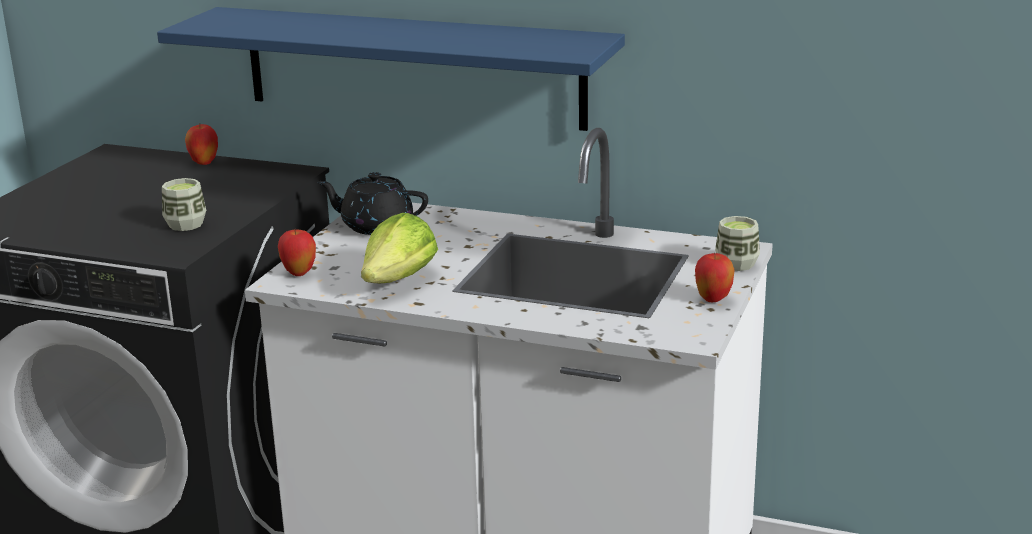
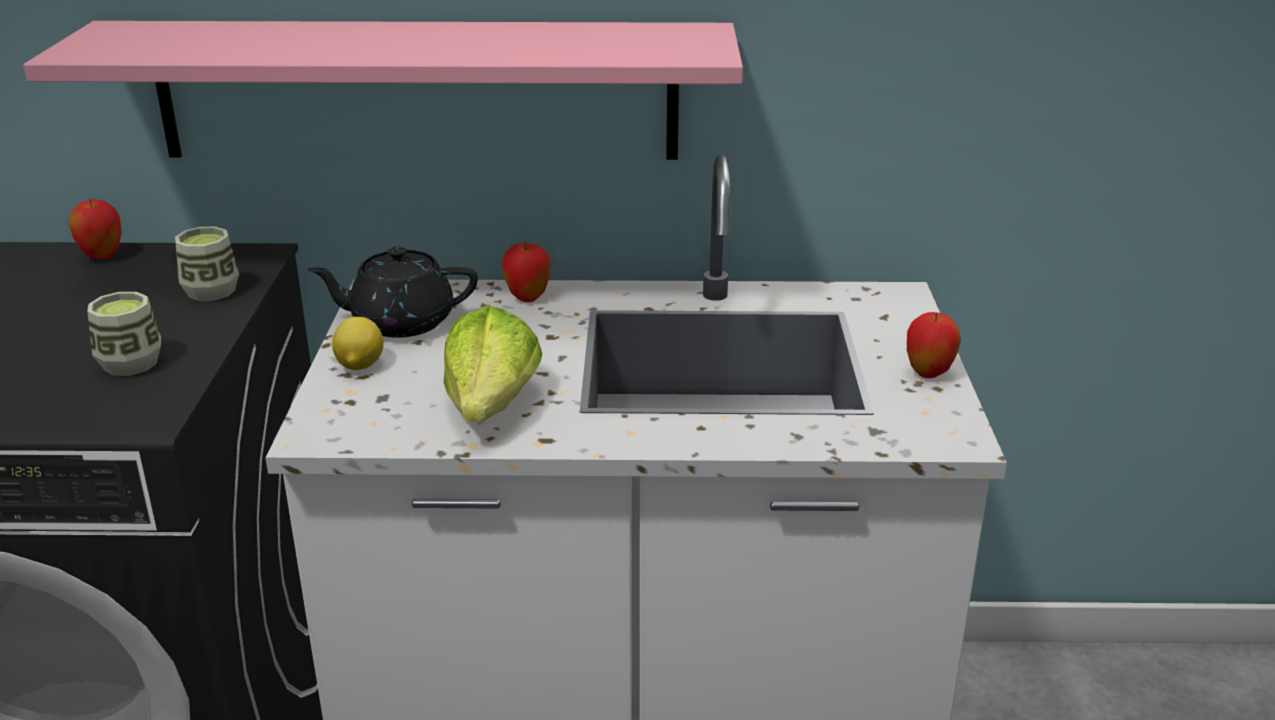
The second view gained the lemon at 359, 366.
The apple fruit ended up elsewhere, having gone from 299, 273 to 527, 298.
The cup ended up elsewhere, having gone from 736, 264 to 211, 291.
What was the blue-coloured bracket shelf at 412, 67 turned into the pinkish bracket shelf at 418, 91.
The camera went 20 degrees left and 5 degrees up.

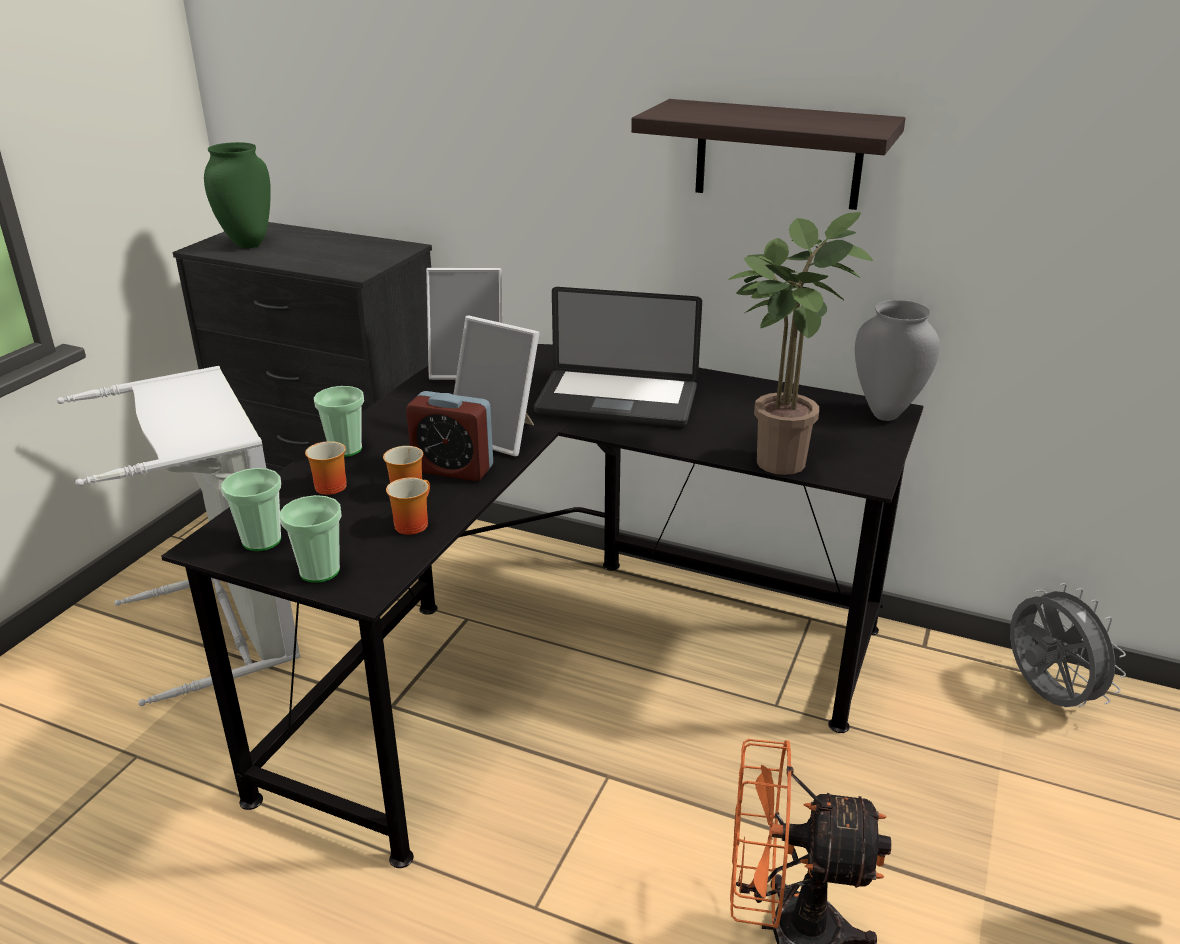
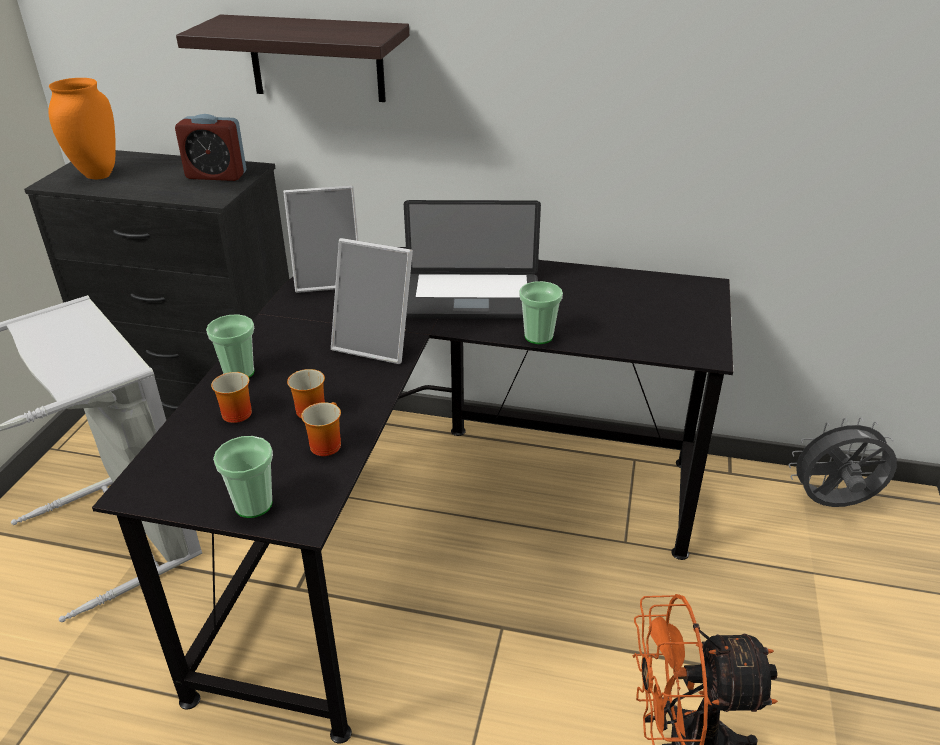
The second view lost the plant in a pot at 778, 458.
The second view lost the gray flower vase at 885, 414.
The cup ended up elsewhere, having gone from 262, 540 to 538, 336.
The table clock ended up elsewhere, having gone from 453, 469 to 216, 175.
The bracket shelf ended up elsewhere, having gone from 778, 154 to 316, 59.
What was the greenish flower vase at 247, 244 turned into the orangey flower vase at 97, 175.
The gray fan at 1045, 696 ended up facing another way, 60 degrees counterclockwise from before.
The camera went 10 degrees left and 5 degrees up.

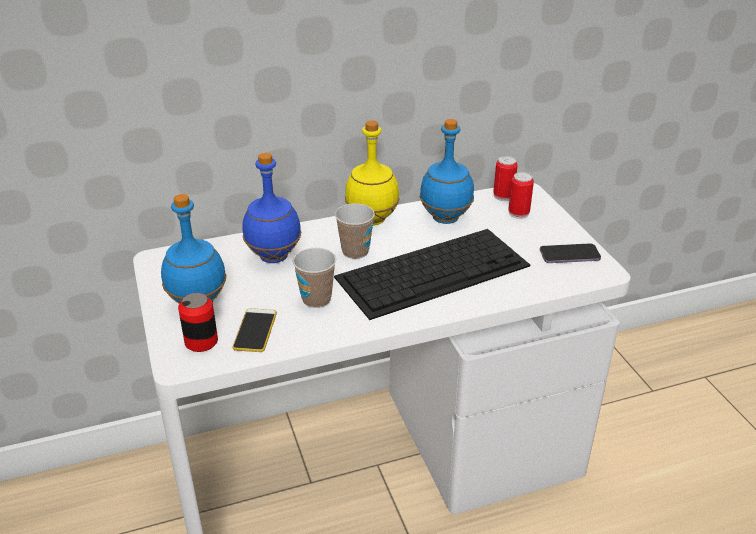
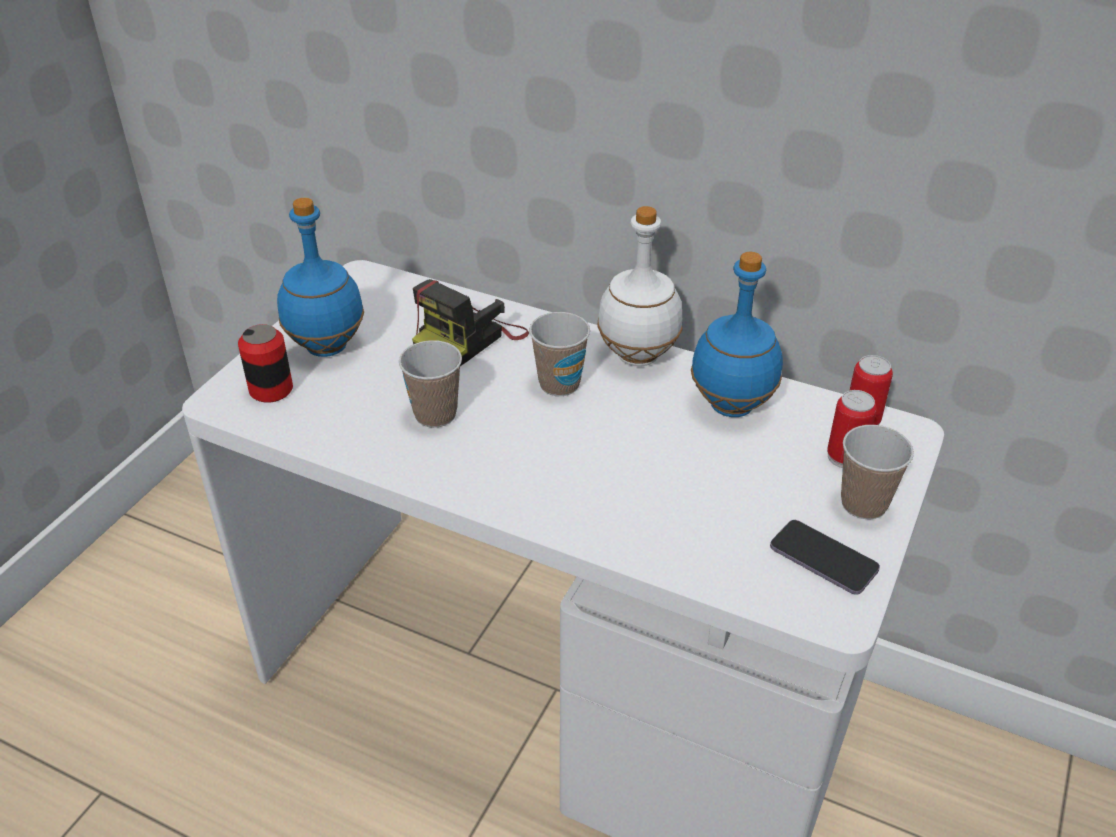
The second view lost the handset at 255, 330.
The second view lost the keyboard at 434, 270.
The second view gained the cup at 863, 504.
Where the blue-coloured beverage bottle stood at 274, 256, the photo camera came to stand at 469, 339.
What was the yellowish beverage bottle at 373, 220 turned into the whitish beverage bottle at 639, 357.
The camera went 45 degrees right and 5 degrees up.

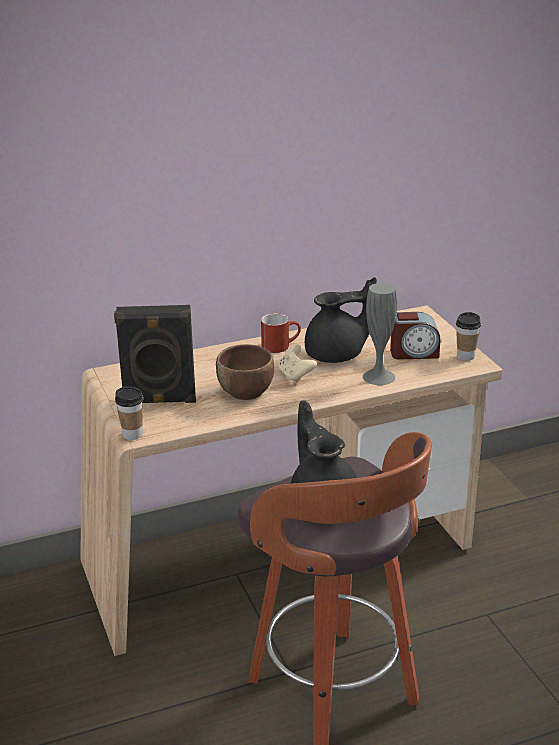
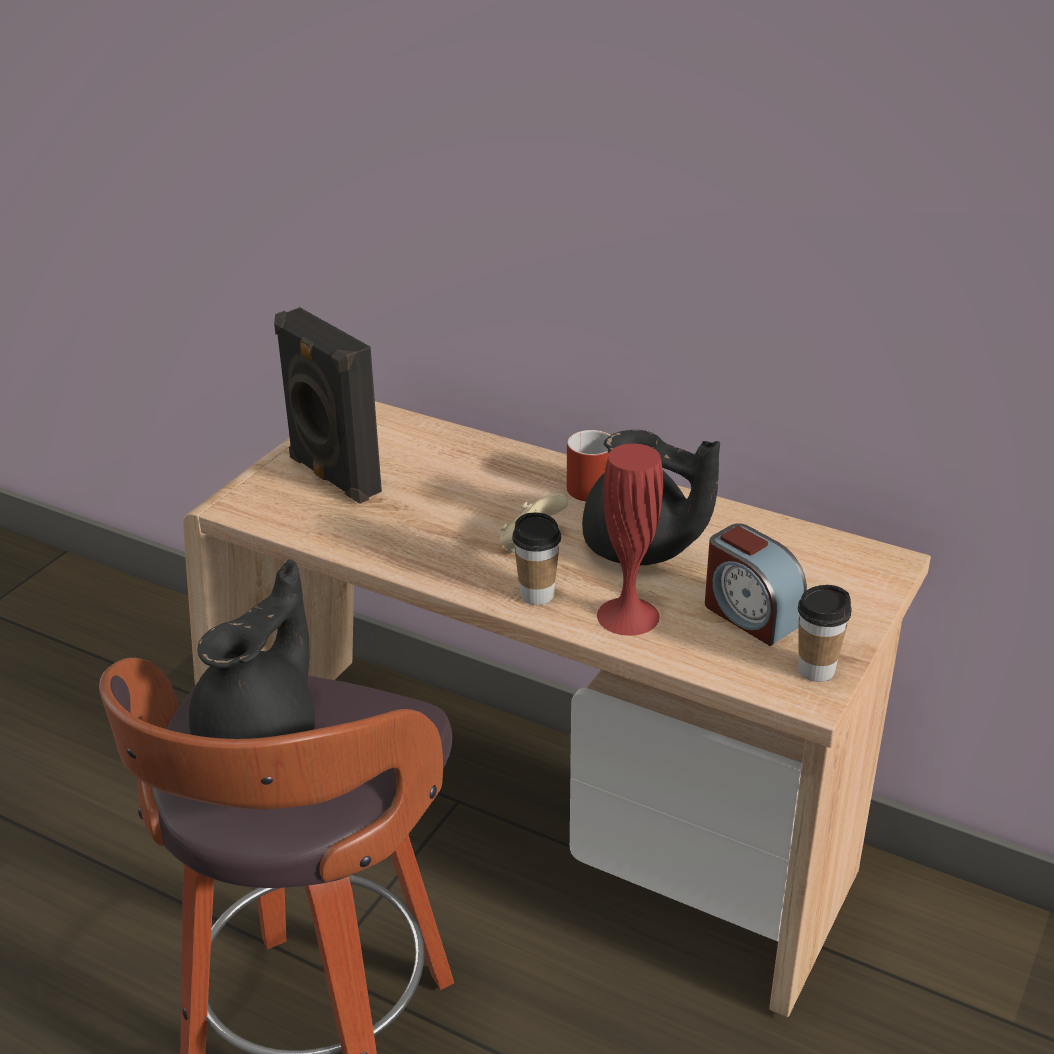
The second view lost the brownish deep dish at 246, 391.
The cup ended up elsewhere, having gone from 132, 434 to 537, 595.
What was the gray flower vase at 378, 377 turned into the reddish flower vase at 628, 616.
The camera went 50 degrees right and 5 degrees up.

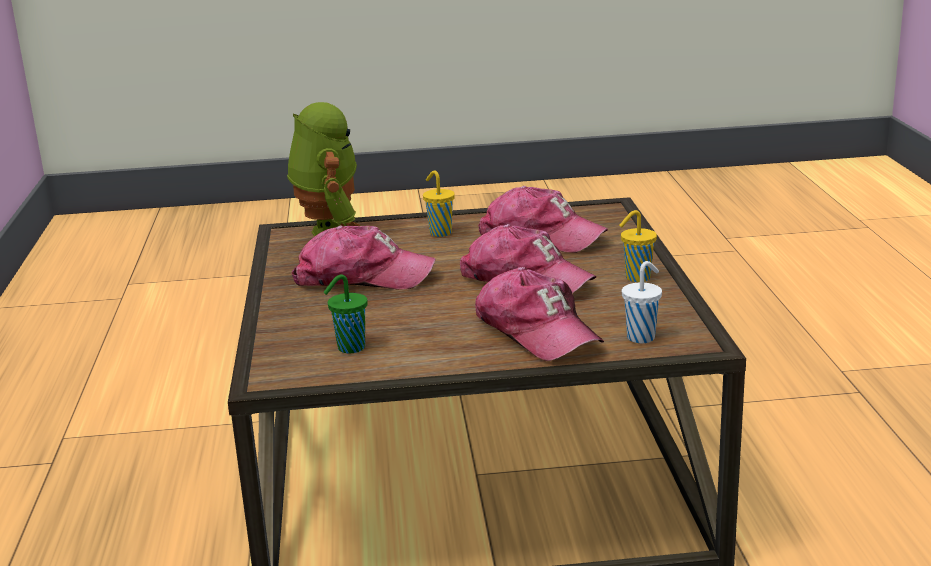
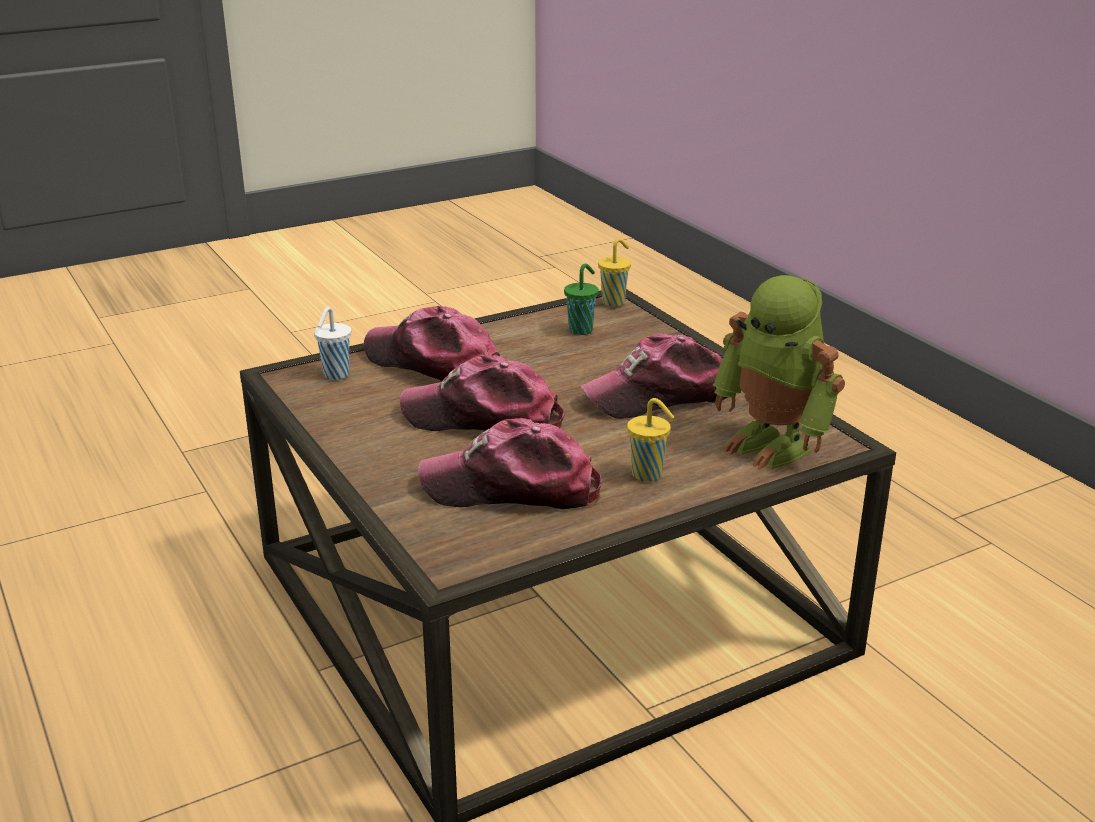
The yellowish cup ended up elsewhere, having gone from 636, 278 to 614, 302.
The camera went 155 degrees right and 5 degrees up.

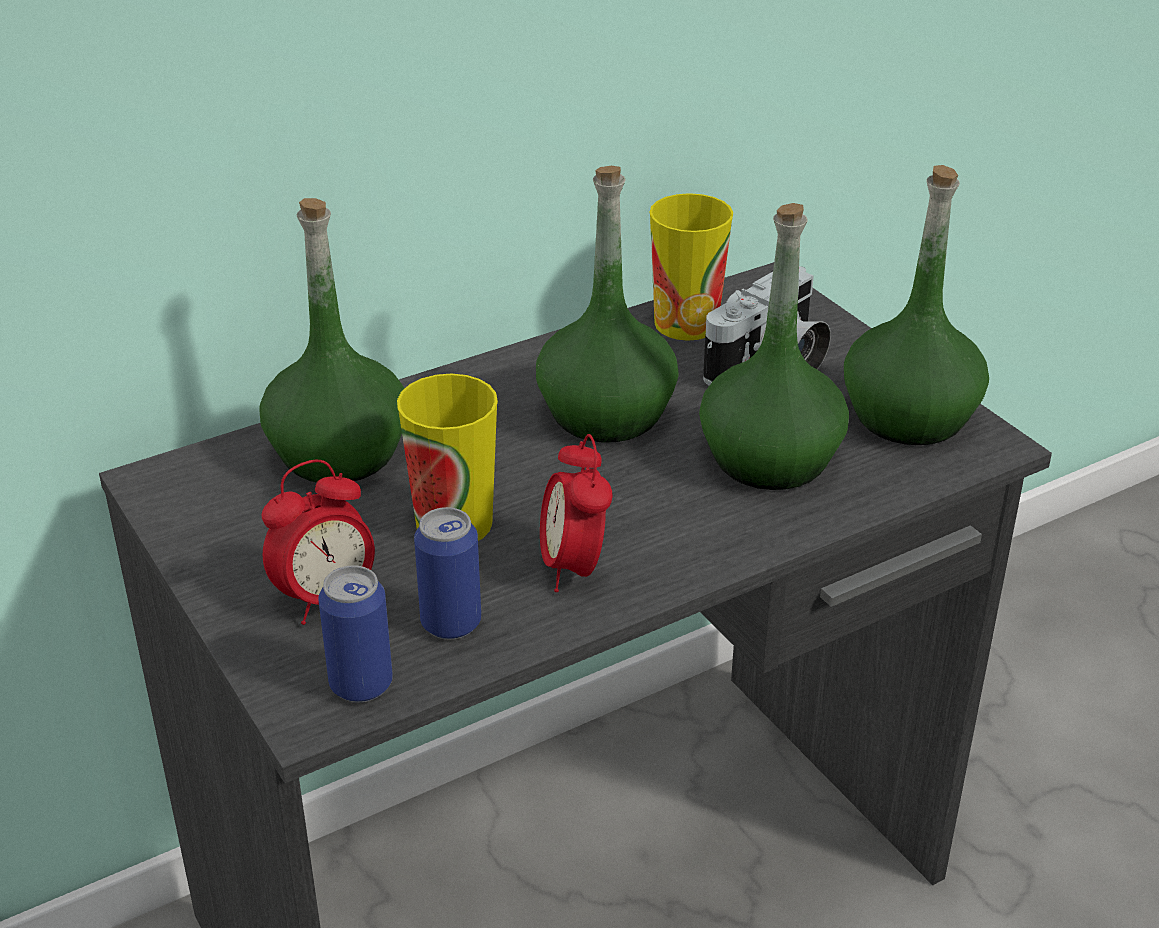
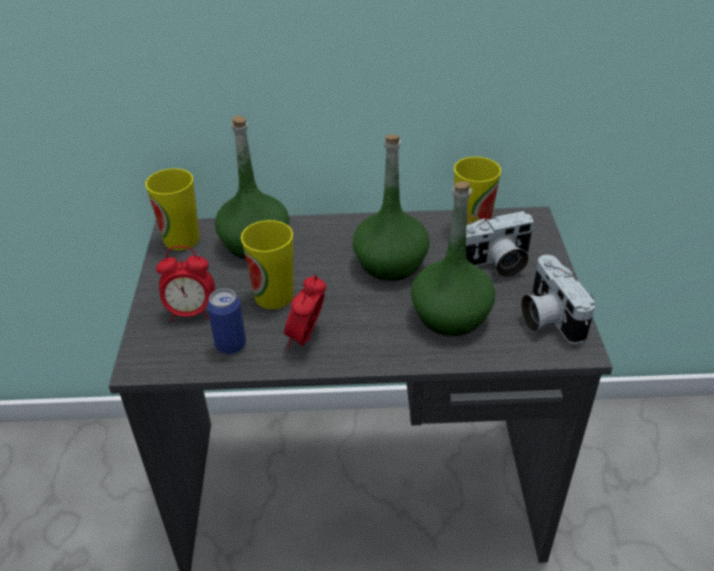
The second view lost the can at 361, 684.
The second view gained the cup at 181, 239.
Where the greenish beverage bottle stood at 910, 416, the photo camera came to stand at 547, 317.
The camera went 30 degrees right and 5 degrees up.

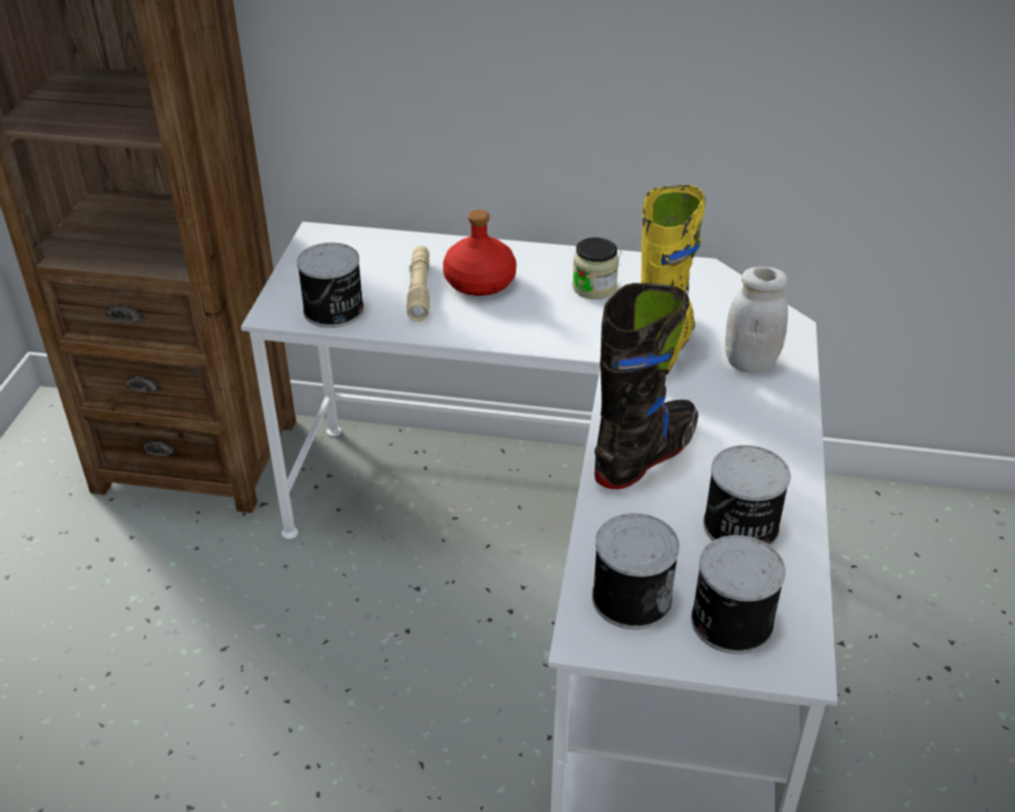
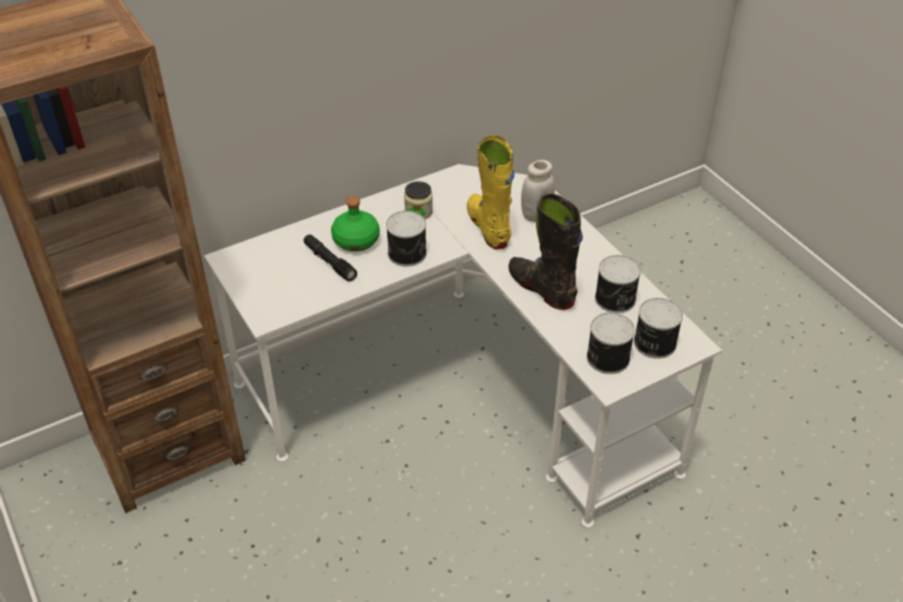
The can ended up elsewhere, having gone from 334, 311 to 408, 253.
What was the sand-coloured flashlight at 419, 290 turned into the black flashlight at 329, 262.
What was the reddish beverage bottle at 480, 283 turned into the greenish beverage bottle at 356, 240.
The black high-top boot at 645, 455 ended up facing another way, 45 degrees counterclockwise from before.
The camera went 40 degrees left and 5 degrees up.

